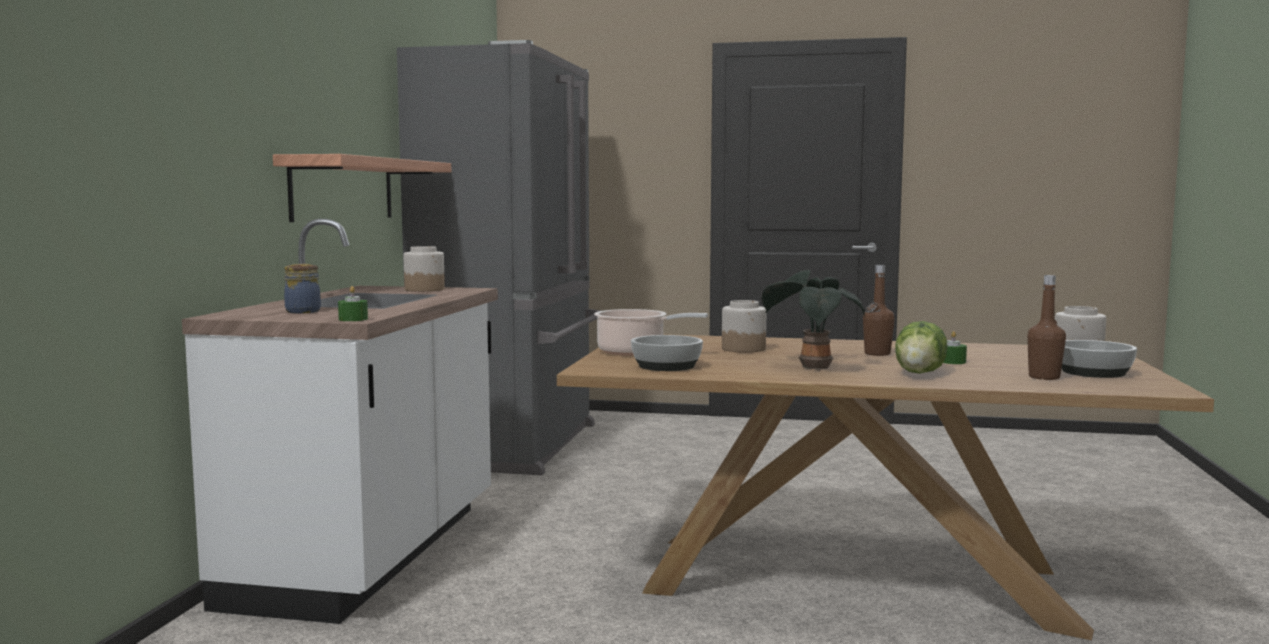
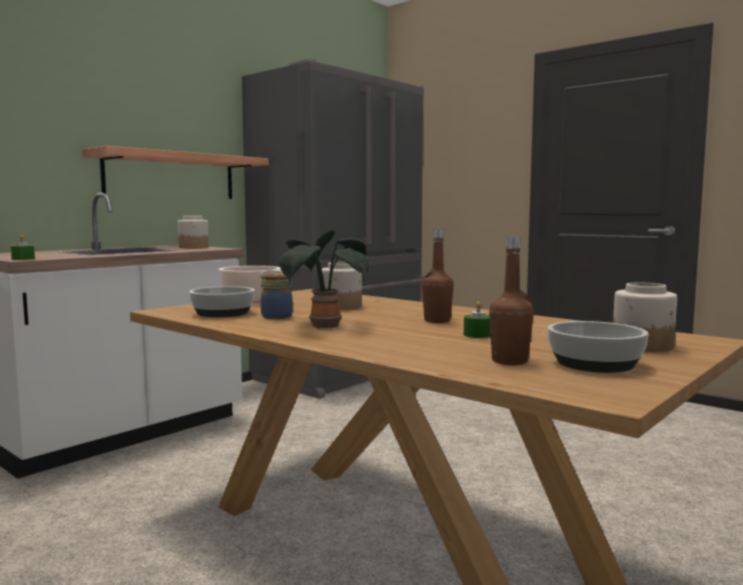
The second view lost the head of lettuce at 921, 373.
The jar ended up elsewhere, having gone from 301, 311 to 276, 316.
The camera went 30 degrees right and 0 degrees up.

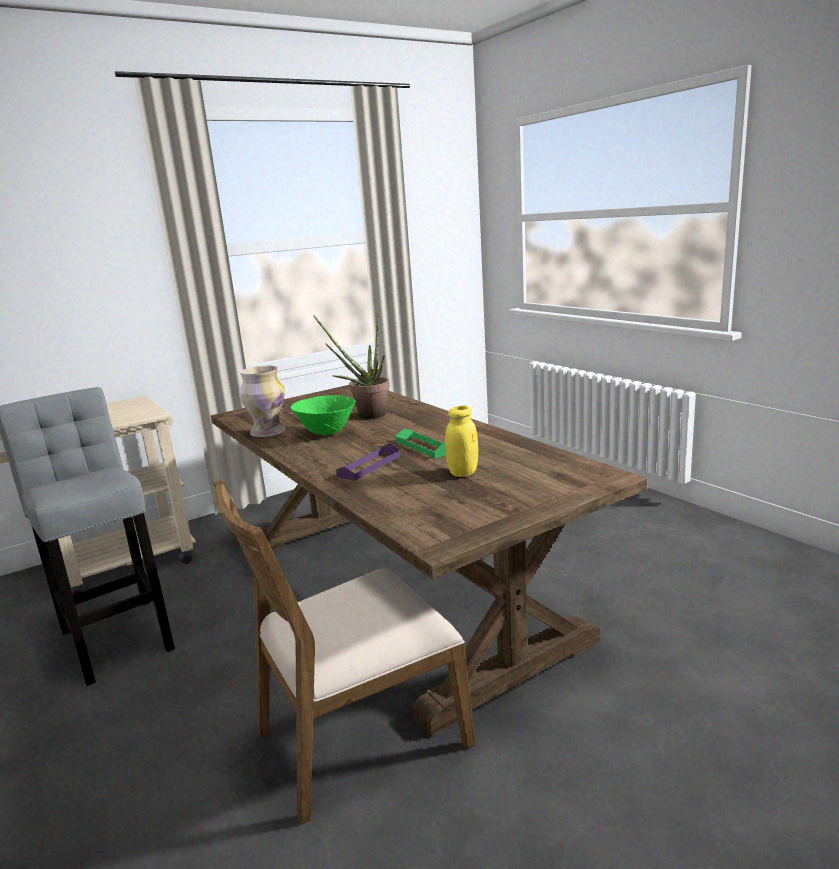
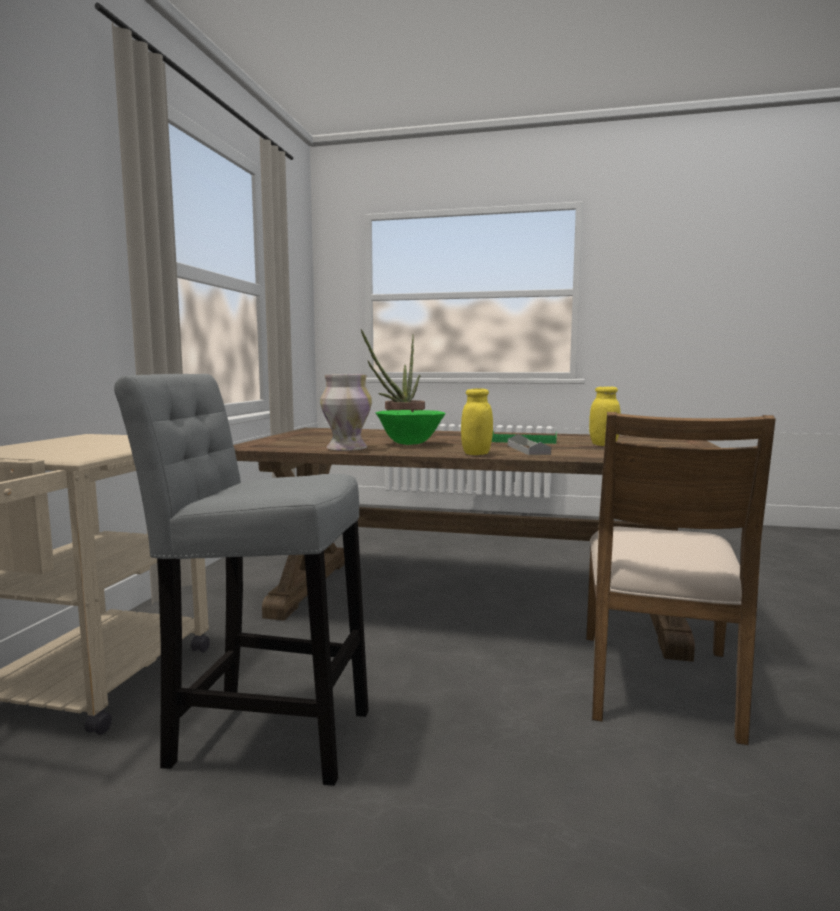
The second view gained the yellowish jar at 476, 454.
What was the purple tray at 369, 466 turned into the gray tray at 528, 450.
The camera went 45 degrees left and 10 degrees down.

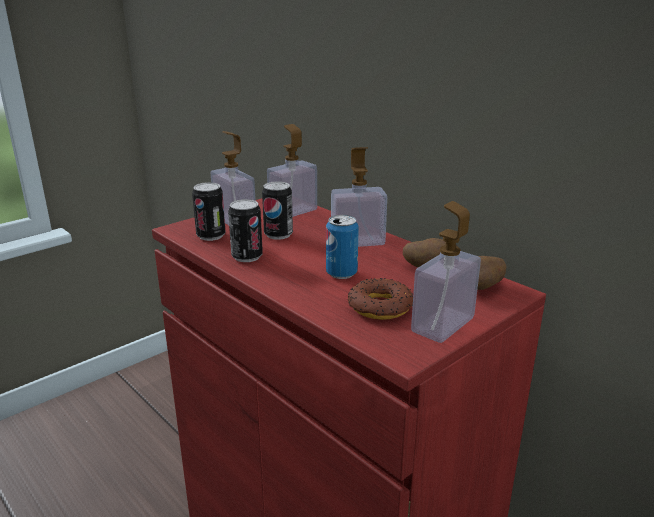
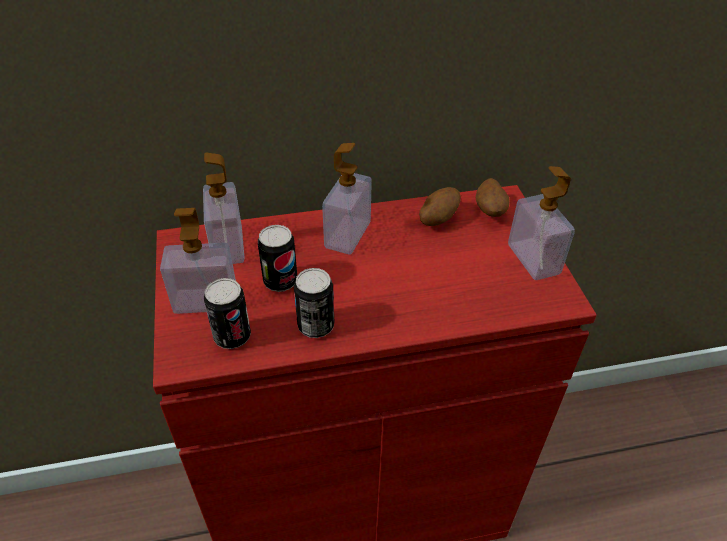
The second view lost the can at 341, 273.
The second view lost the ring doughnut at 379, 306.
The camera went 60 degrees left and 20 degrees up.

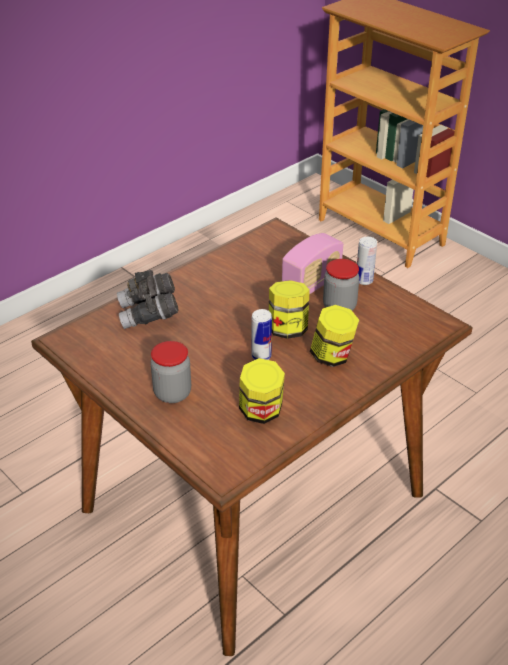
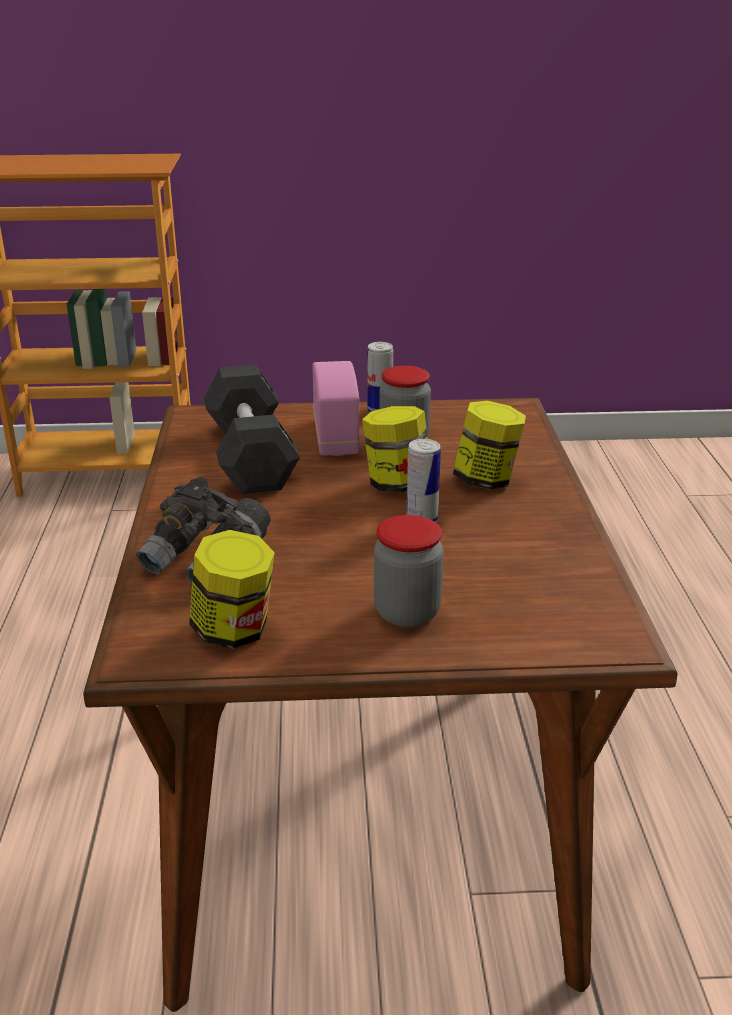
The second view gained the black free weight at 250, 455.
The jar ended up elsewhere, having gone from 261, 412 to 234, 631.
The camera went 50 degrees left and 10 degrees down.

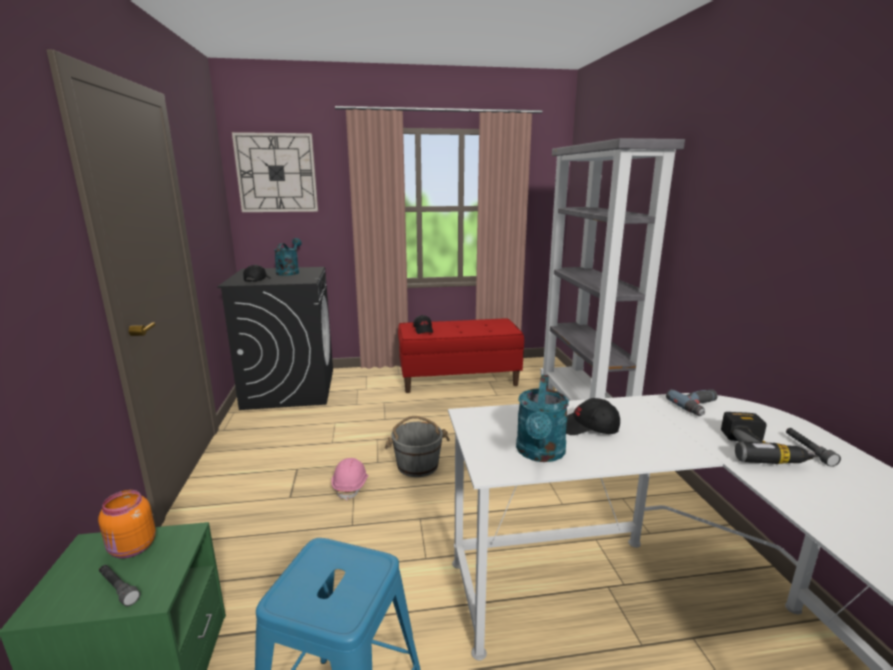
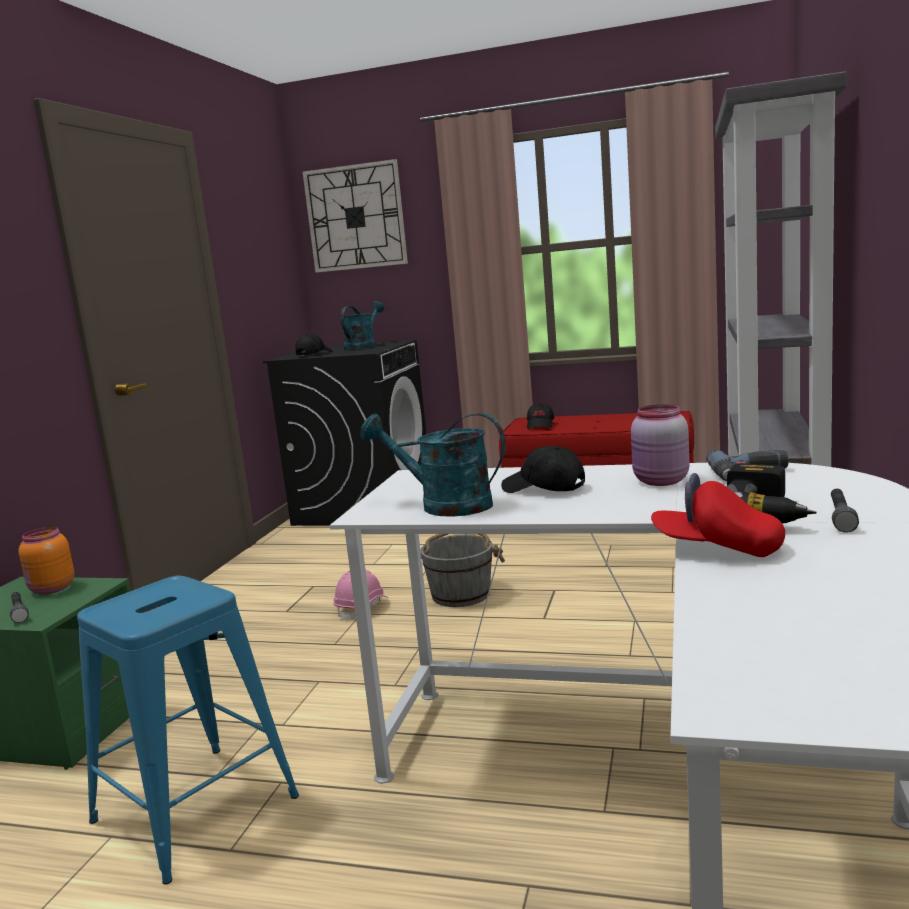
The second view gained the pinkish jar at 660, 481.
The second view gained the reddish baseball cap at 717, 548.
The turquoise sprinkling can at 540, 453 ended up facing another way, 75 degrees clockwise from before.
The camera went 25 degrees right and 5 degrees down.

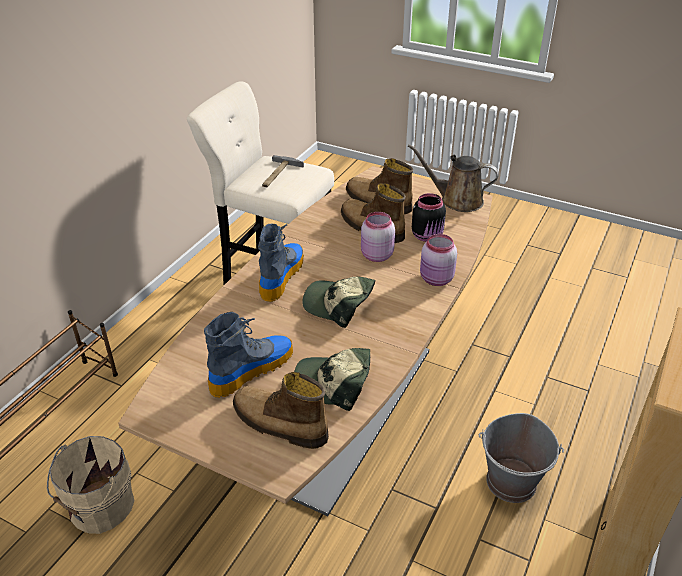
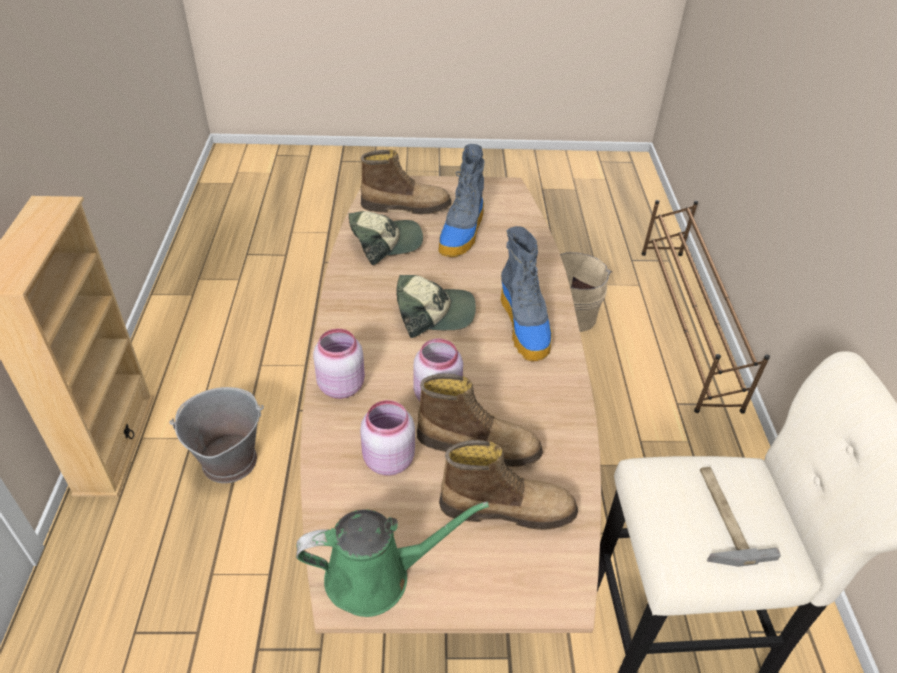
What was the brownish sprinkling can at 457, 200 turned into the greenish sprinkling can at 376, 576.
What was the black jar at 428, 236 turned into the pinkish jar at 387, 460.
The camera went 150 degrees right and 5 degrees up.

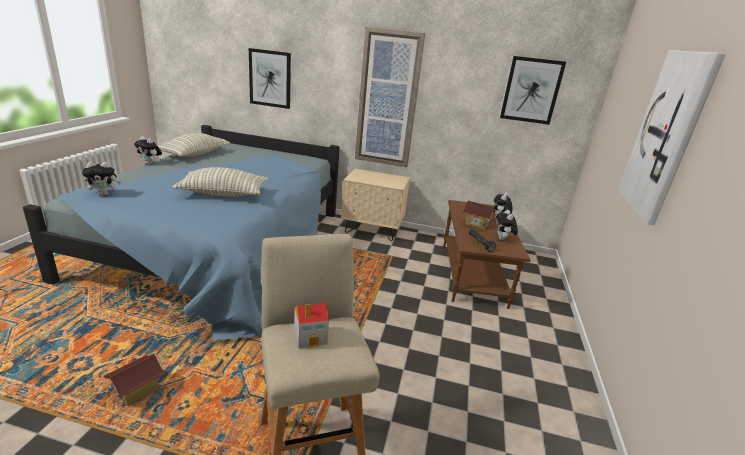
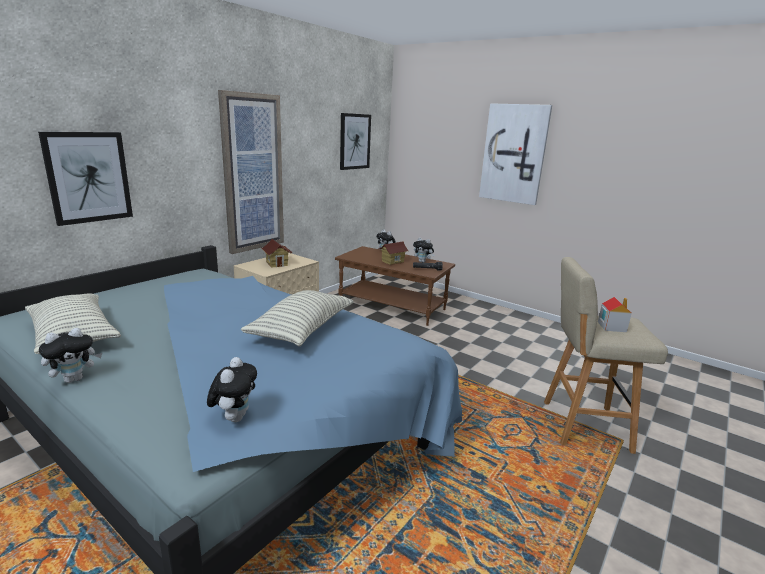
The miniature house ended up elsewhere, having gone from 138, 391 to 277, 264.
The camera went 65 degrees left and 5 degrees down.

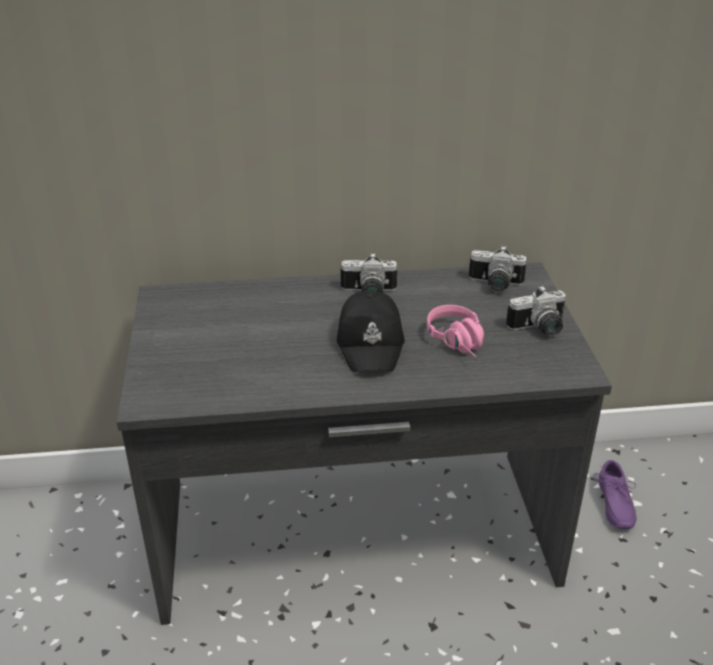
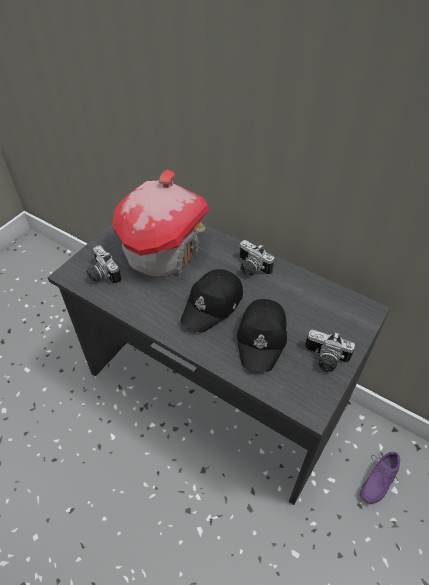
The second view gained the miniature house at 163, 251.
The photo camera ended up elsewhere, having gone from 494, 285 to 101, 275.
Where the pinkish headset stood at 460, 343, the black baseball cap came to stand at 262, 338.
The camera went 40 degrees right and 15 degrees up.

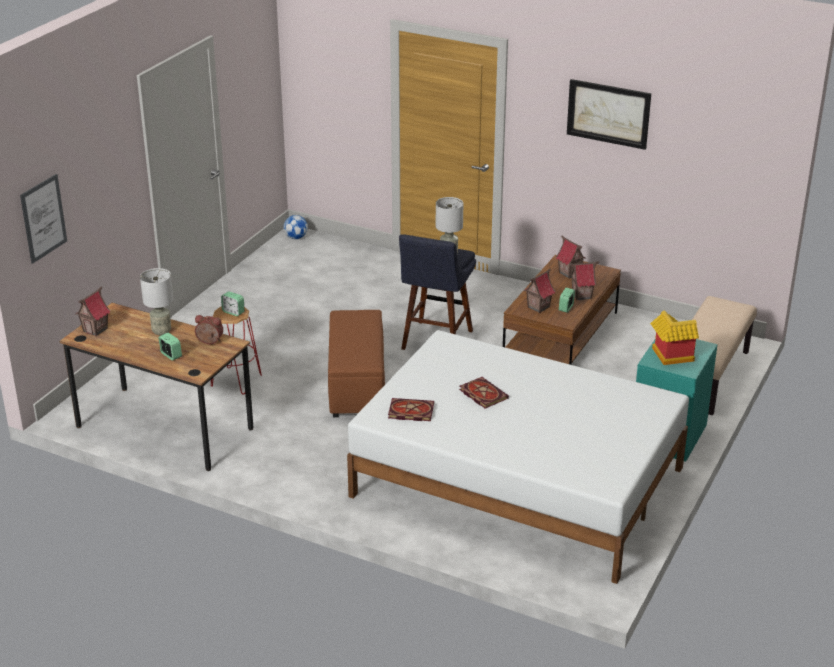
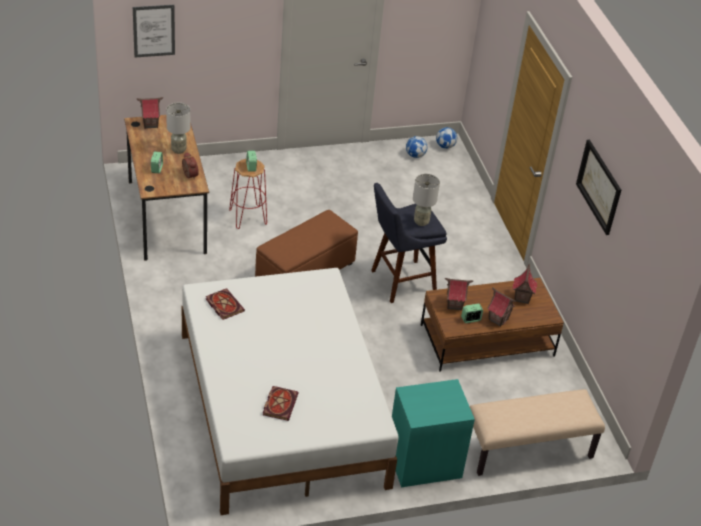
The second view lost the miniature house at 669, 356.
The second view gained the football ball at 415, 155.
The bound book ended up elsewhere, having gone from 482, 394 to 279, 403.
The camera went 45 degrees right and 10 degrees up.

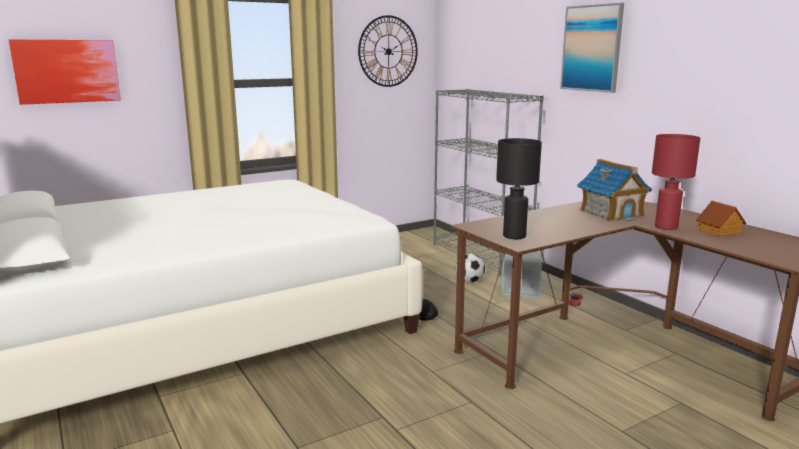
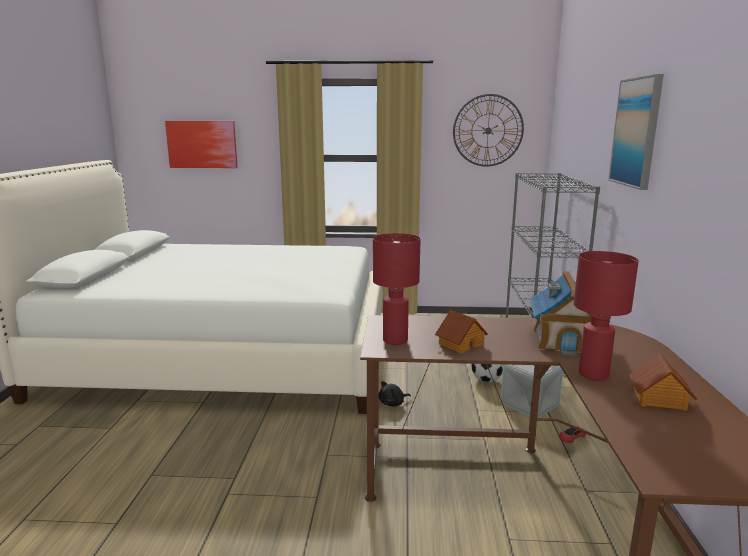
The second view gained the miniature house at 460, 344.
What was the black tabletop lamp at 514, 236 turned into the reddish tabletop lamp at 395, 340.
The camera went 35 degrees right and 0 degrees up.

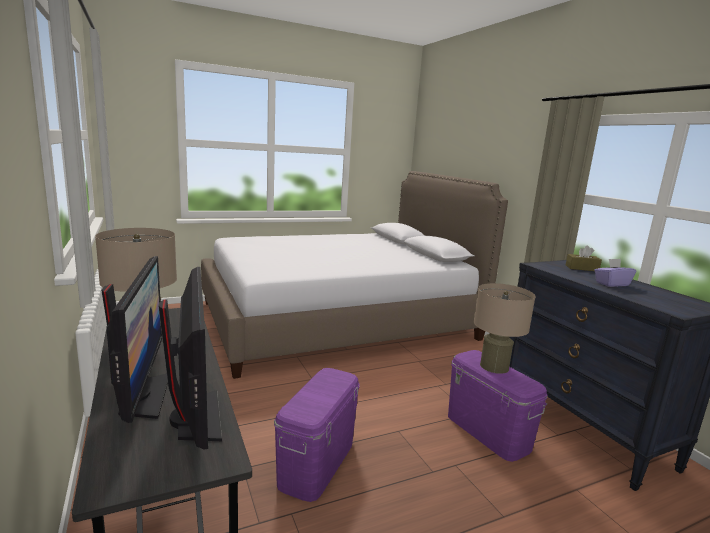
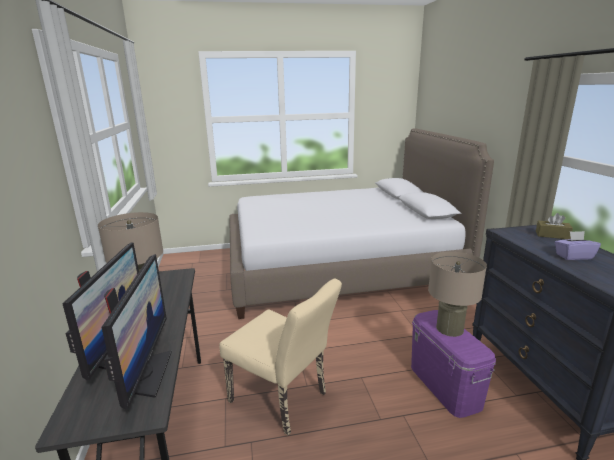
Where the purple storage bin stood at 317, 463, the sand-coloured chair came to stand at 283, 400.
The camera went 15 degrees right and 5 degrees up.

